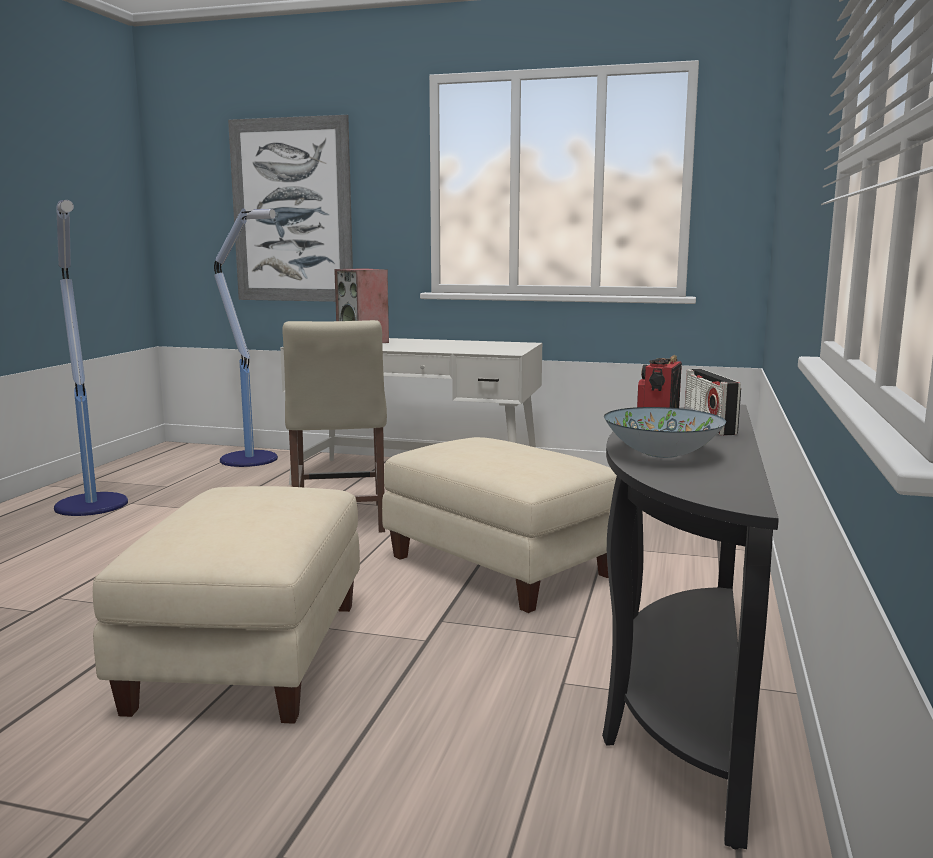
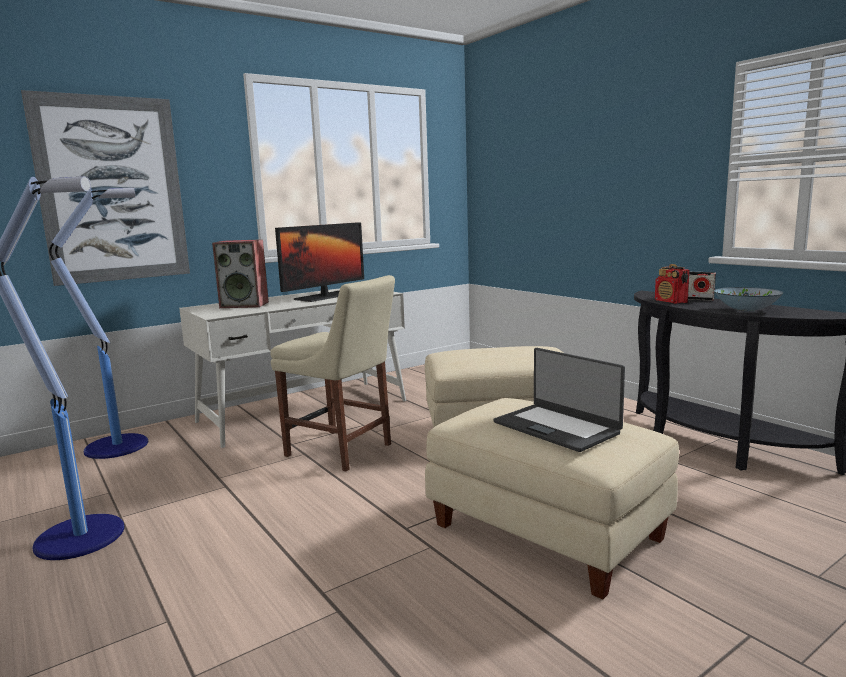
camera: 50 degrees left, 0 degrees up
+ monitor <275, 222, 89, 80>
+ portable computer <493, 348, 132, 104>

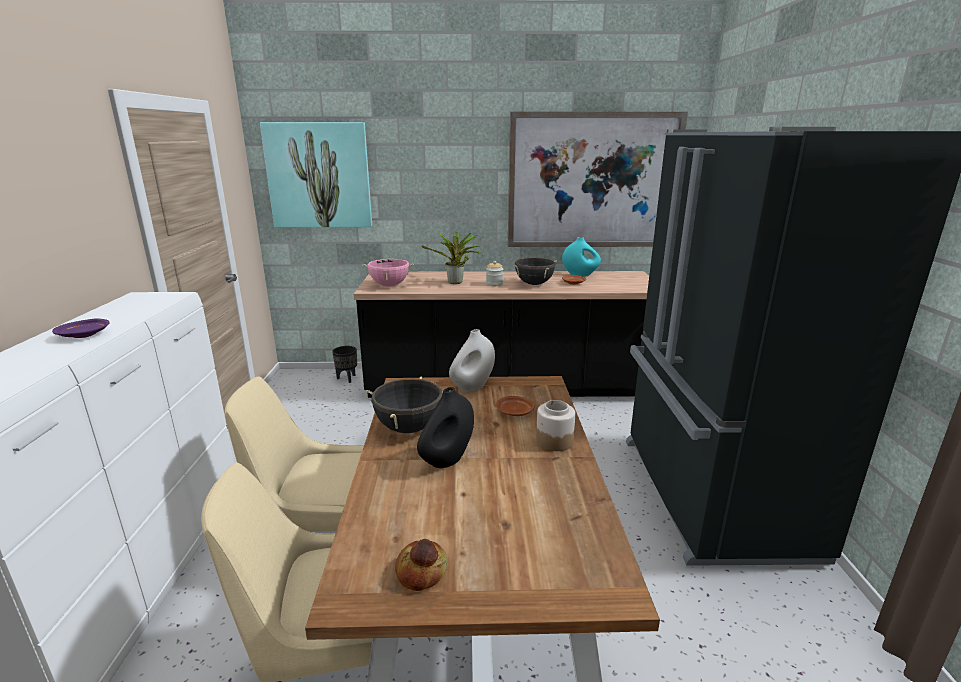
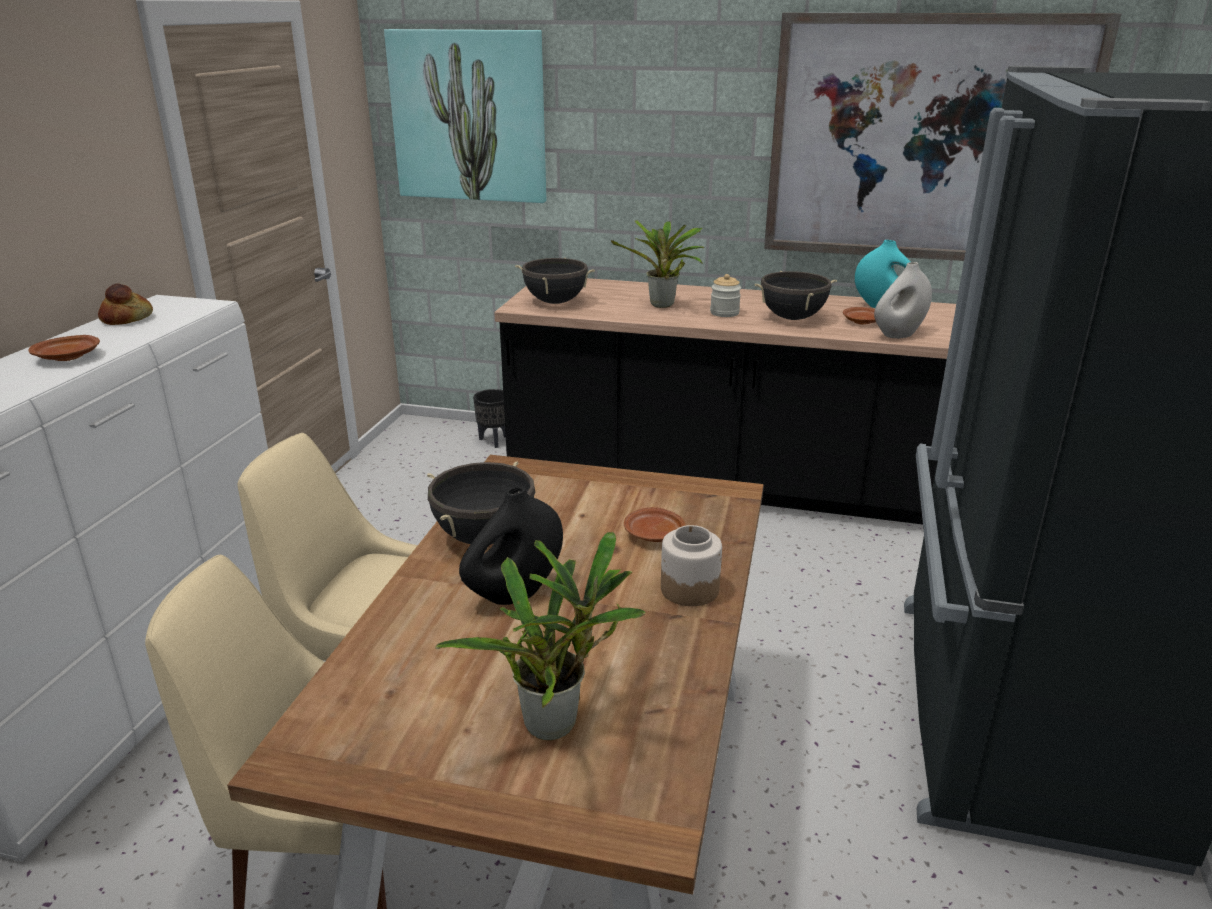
camera: 15 degrees right, 5 degrees up
~ pinkish stockpot <363, 259, 51, 27> to black-coloured stockpot <515, 257, 80, 47>
~ purple-coloured flat dish <52, 318, 58, 20> to brown-coloured flat dish <29, 335, 71, 26>
~ whitish decorative vase <449, 329, 46, 63> to <874, 262, 58, 77>
~ bakery bread <395, 539, 52, 52> to <98, 283, 55, 42>
+ potted plant <435, 532, 210, 208>

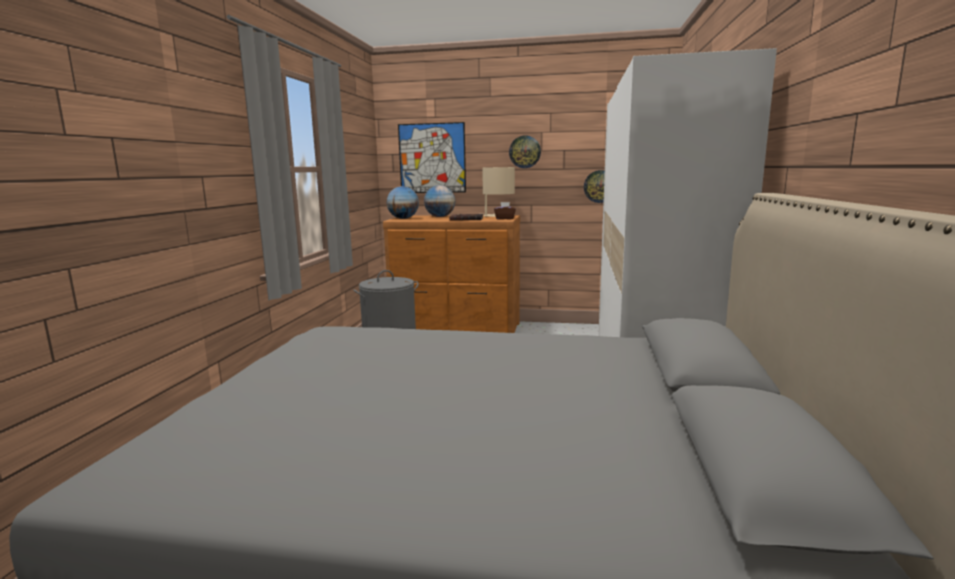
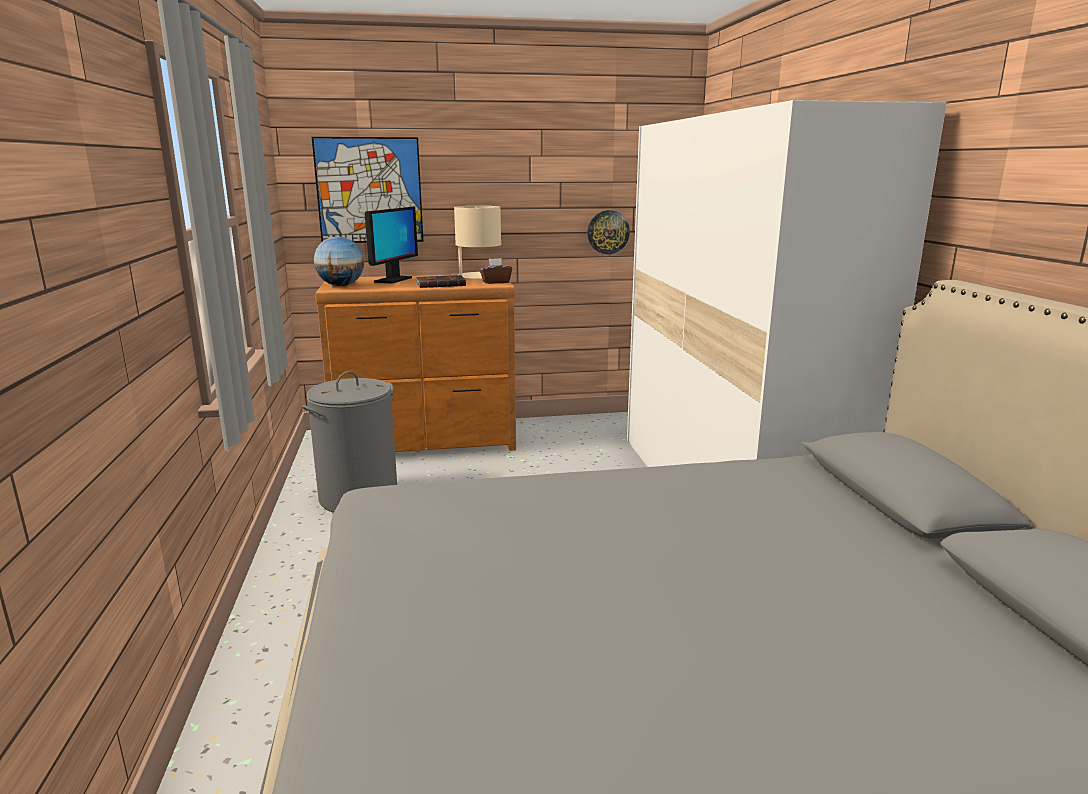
camera: 20 degrees left, 5 degrees up
- clock on the wall <509, 135, 32, 33>
~ world globe <424, 185, 31, 32> to monitor <365, 207, 53, 77>

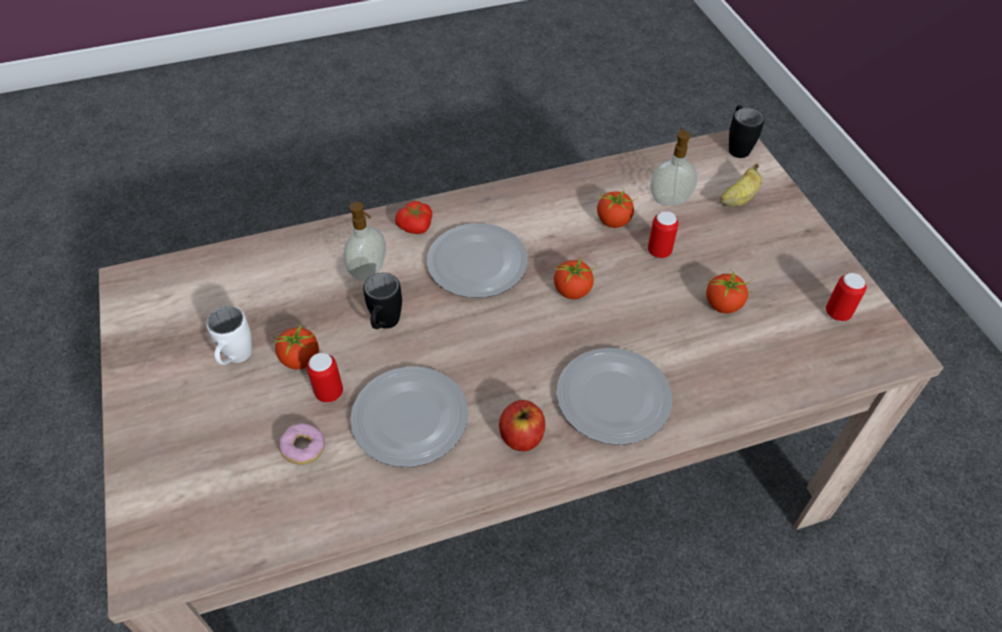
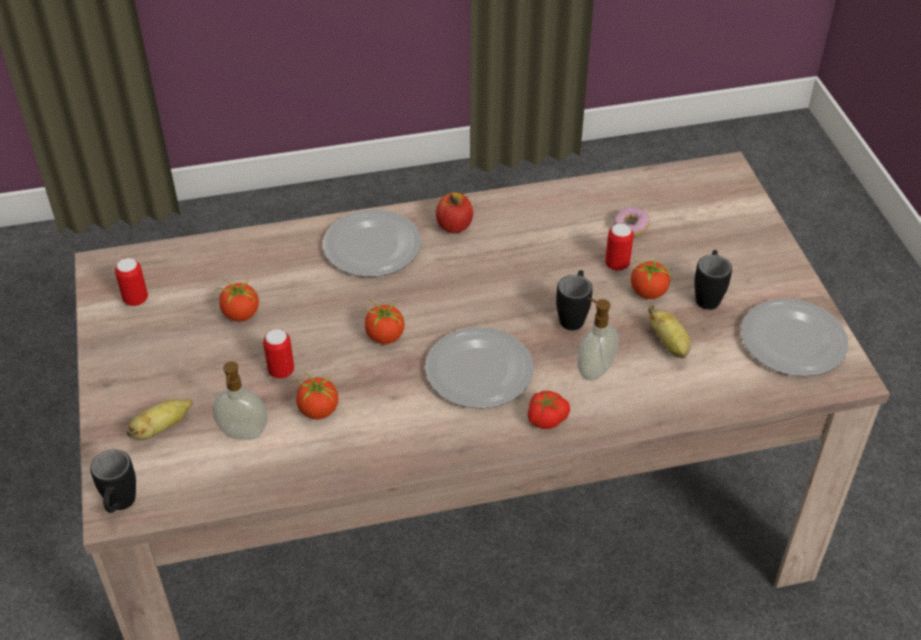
camera: 175 degrees left, 5 degrees down
~ whitish coffee mug <206, 306, 46, 59> to black-coloured coffee mug <694, 250, 38, 60>
~ flat dish <350, 367, 118, 100> to <741, 298, 108, 79>
+ banana <648, 305, 43, 54>

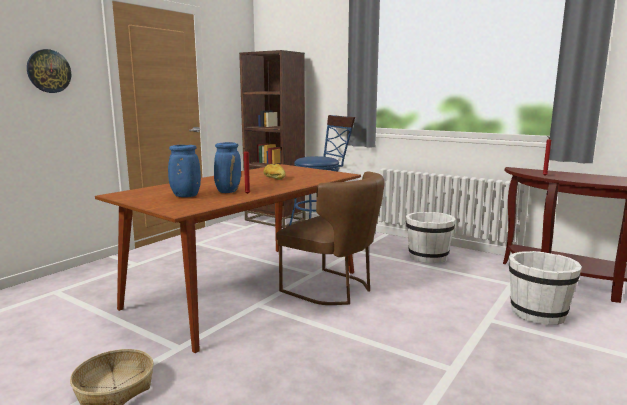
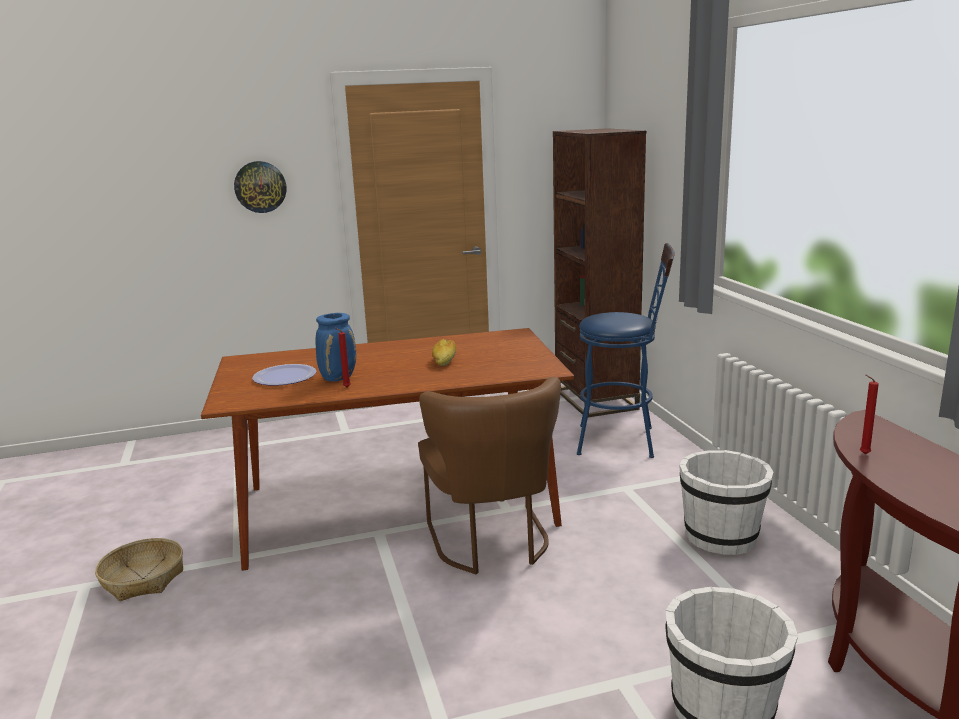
camera: 40 degrees right, 5 degrees up
~ bluish decorative vase <168, 145, 33, 52> to flat dish <252, 364, 64, 22>

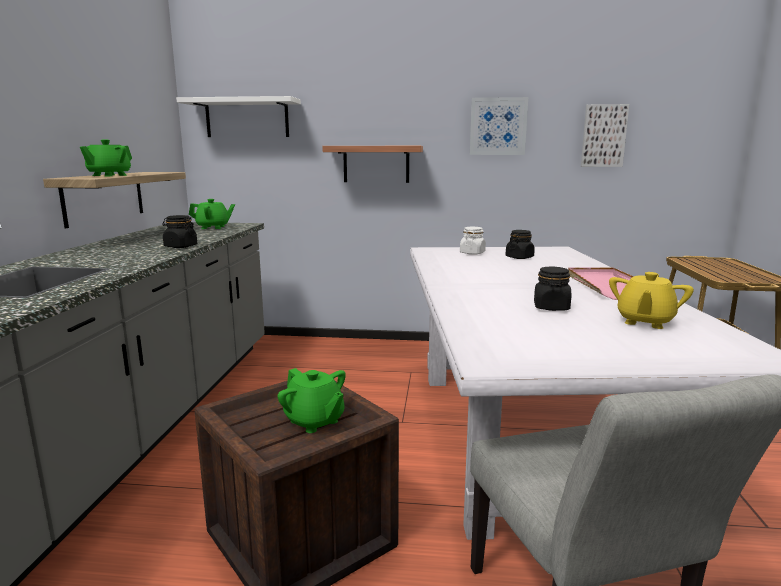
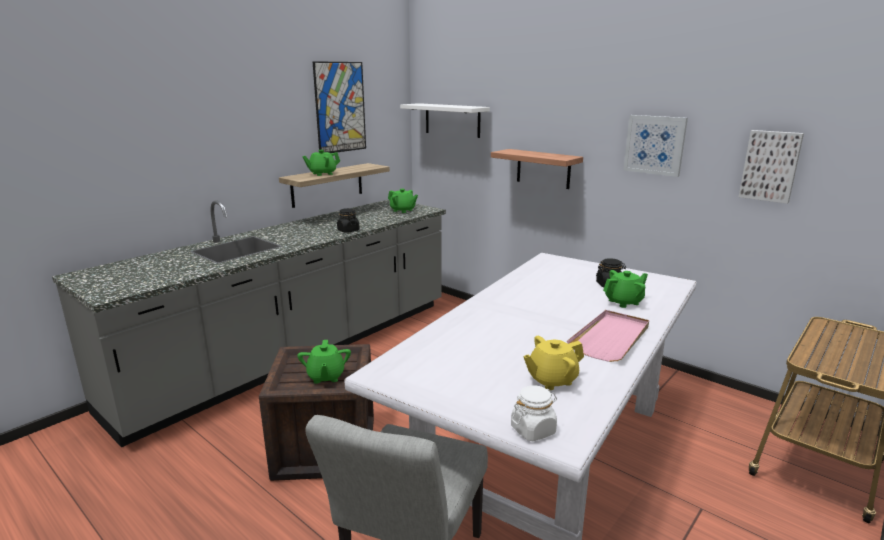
camera: 35 degrees right, 5 degrees up
~ whitish storage jar <460, 227, 26, 28> to <511, 385, 46, 56>
- black-coloured storage jar <534, 267, 38, 44>
+ picture <312, 61, 54, 92>
+ green tea pot <603, 270, 45, 38>

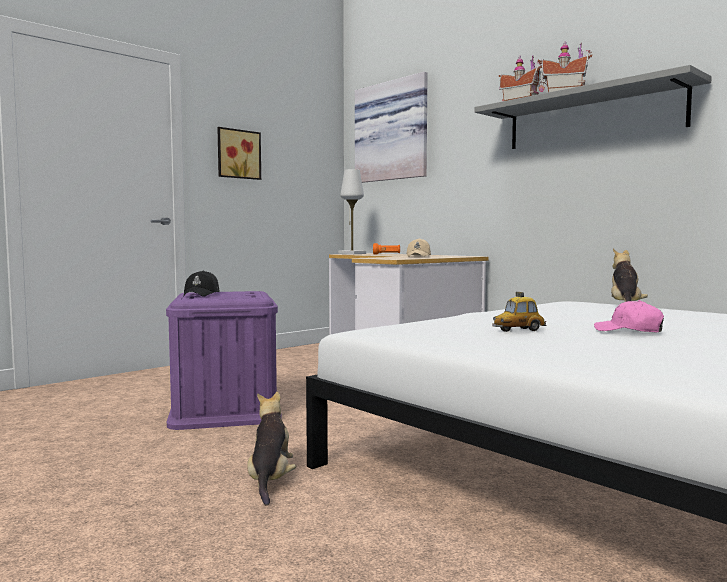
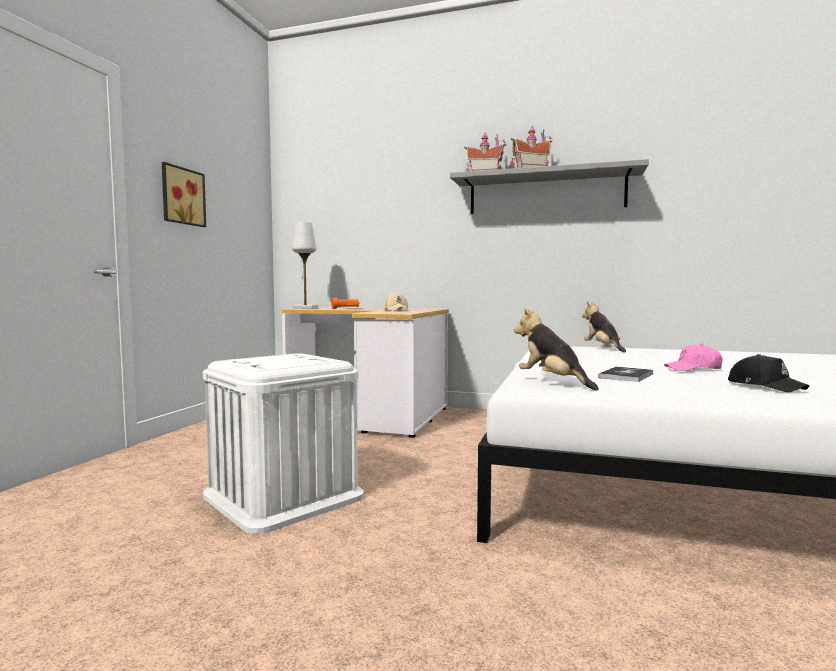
camera: 30 degrees left, 0 degrees up
- picture <355, 72, 73, 111>
~ black-coloured baseball cap <184, 271, 36, 26> to <728, 354, 81, 38>
~ purple-coloured storage bin <166, 291, 116, 139> to whitish storage bin <203, 353, 161, 181>
~ miniature car <493, 292, 54, 40> to book <598, 367, 55, 15>
~ plush toy <247, 392, 49, 114> to <514, 309, 85, 82>

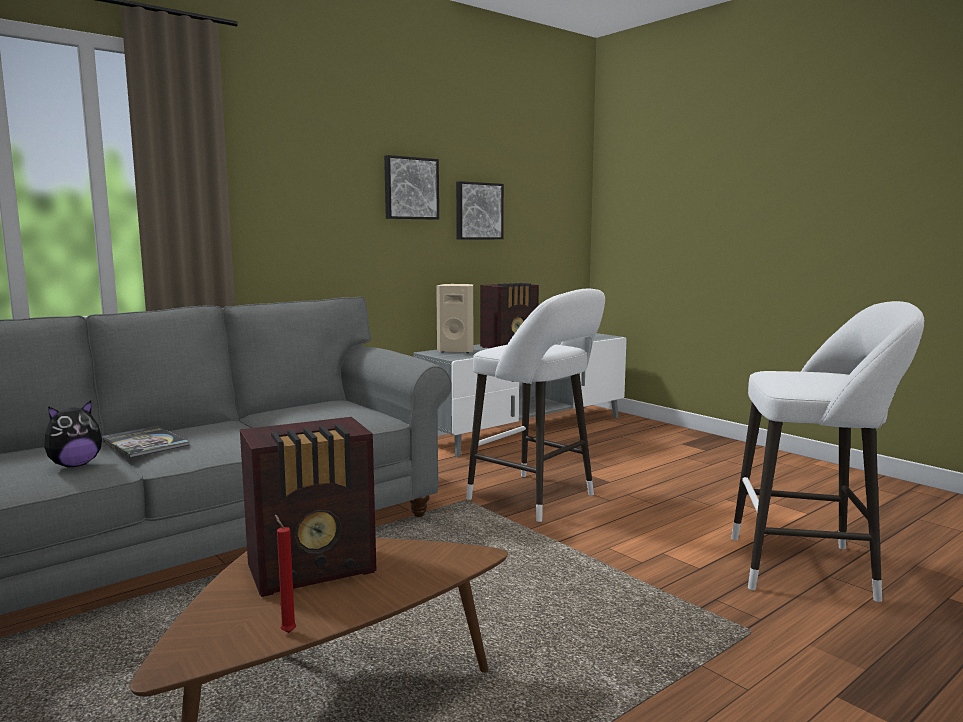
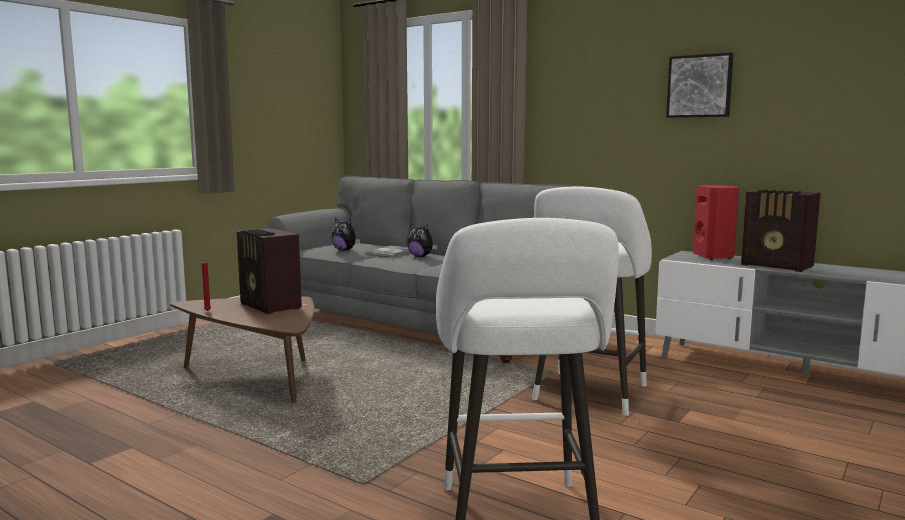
camera: 75 degrees right, 0 degrees up
- picture <456, 181, 48, 59>
~ beige speaker <436, 284, 37, 69> to red-coloured speaker <693, 185, 46, 75>
+ plush toy <407, 223, 30, 34>

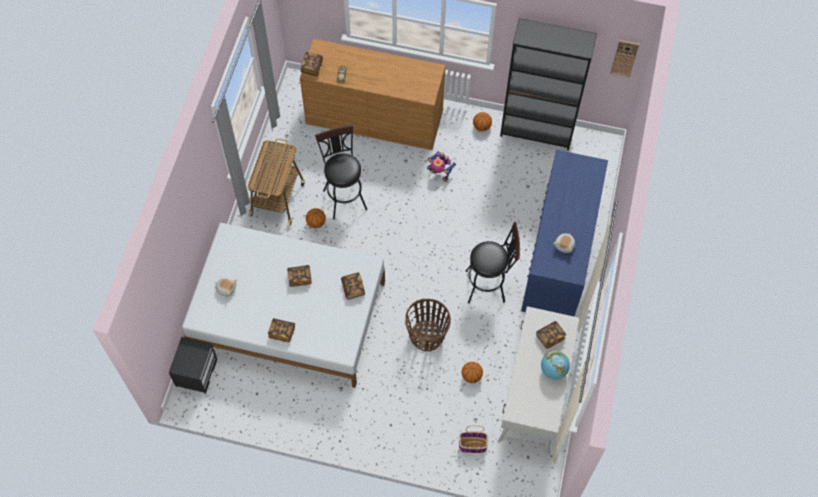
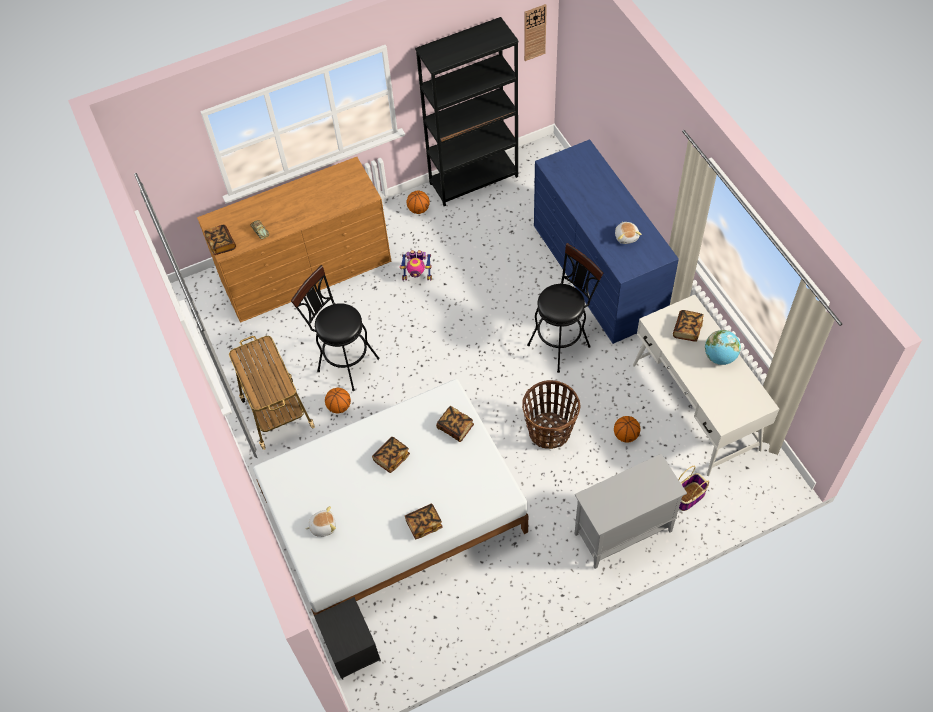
camera: 35 degrees left, 5 degrees down
+ grey cupboard <574, 454, 113, 115>

